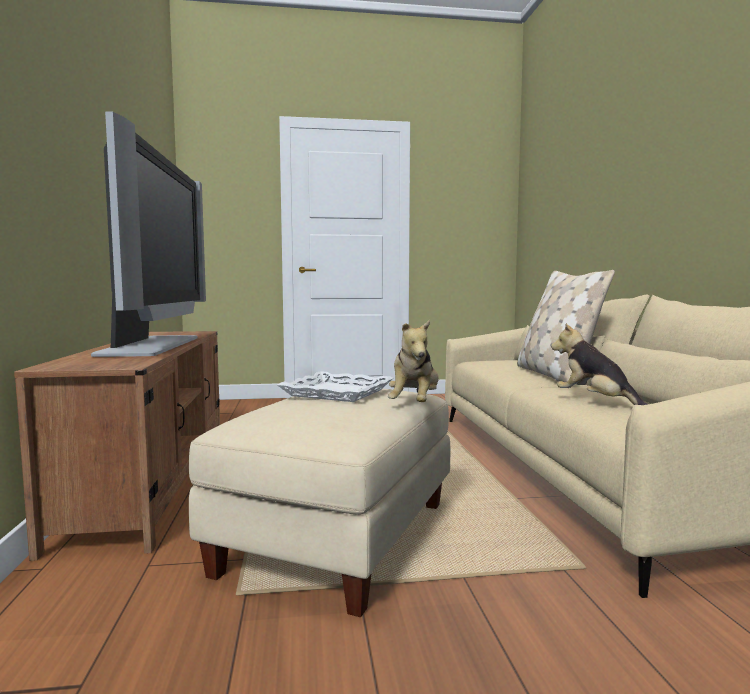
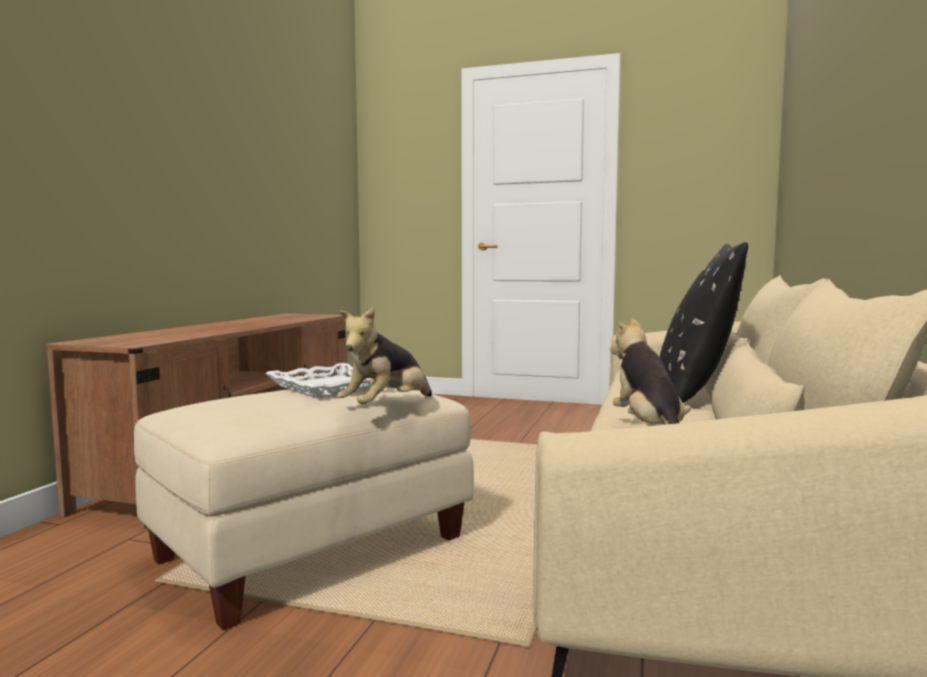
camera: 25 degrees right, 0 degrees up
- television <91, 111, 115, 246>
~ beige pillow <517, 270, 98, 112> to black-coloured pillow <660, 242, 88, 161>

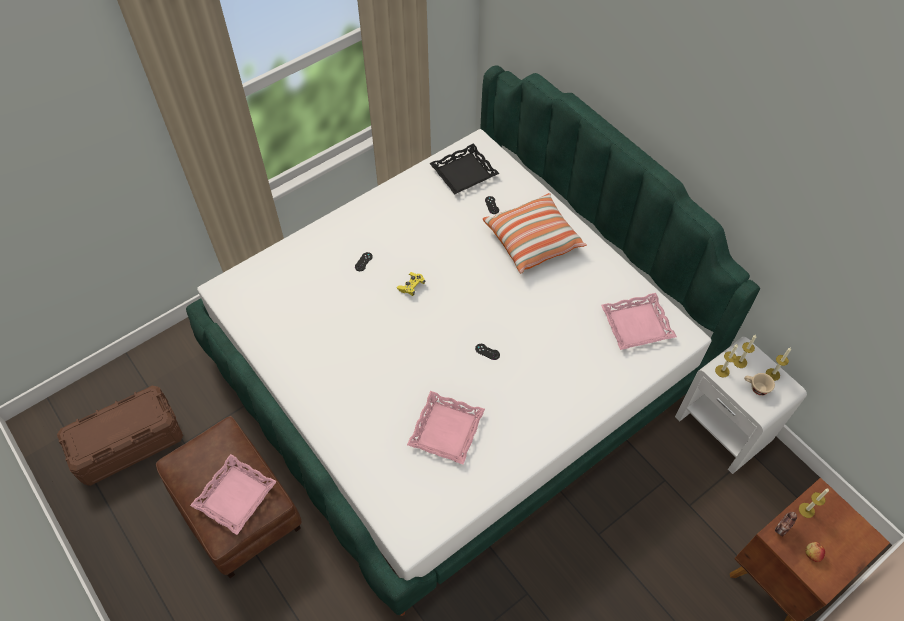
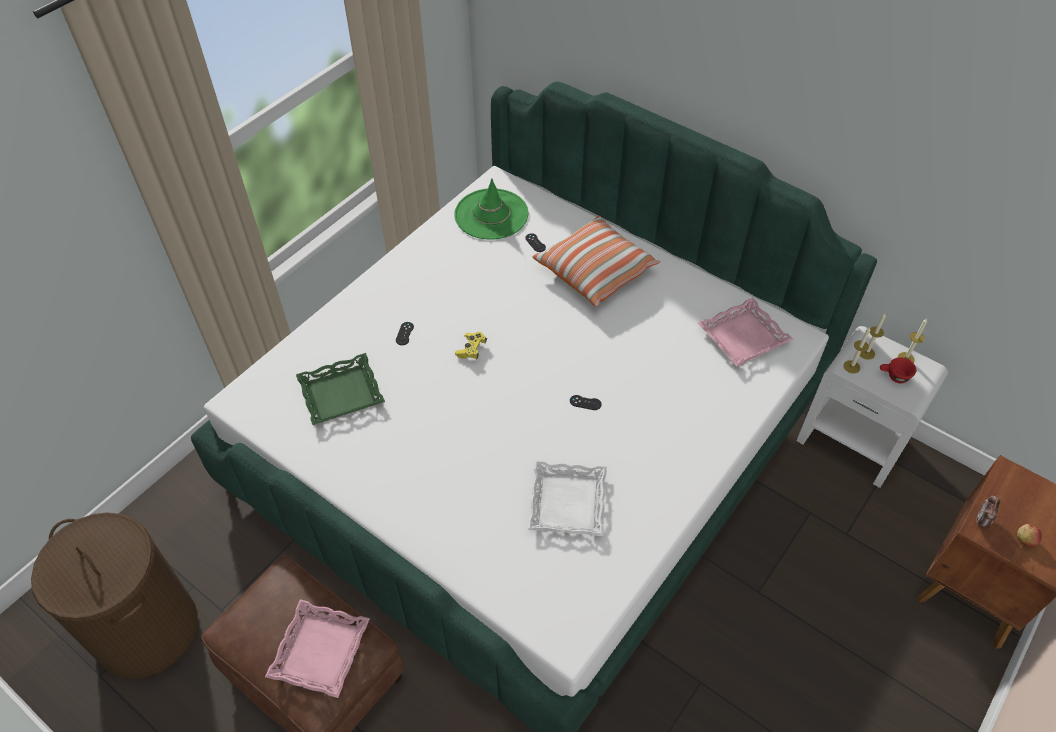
camera: 15 degrees left, 5 degrees down
~ black-coloured serving tray <429, 143, 70, 52> to green hat <454, 179, 74, 61>
~ beige small cup <744, 373, 31, 23> to red-coloured small cup <880, 357, 36, 26>
~ brown-coloured storage bin <57, 386, 126, 100> to brown-coloured laundry basket <31, 512, 167, 167>
~ pinkish serving tray <407, 391, 78, 73> to whitish serving tray <528, 460, 79, 76>
- candle <799, 489, 30, 29>
+ green serving tray <296, 353, 89, 72>

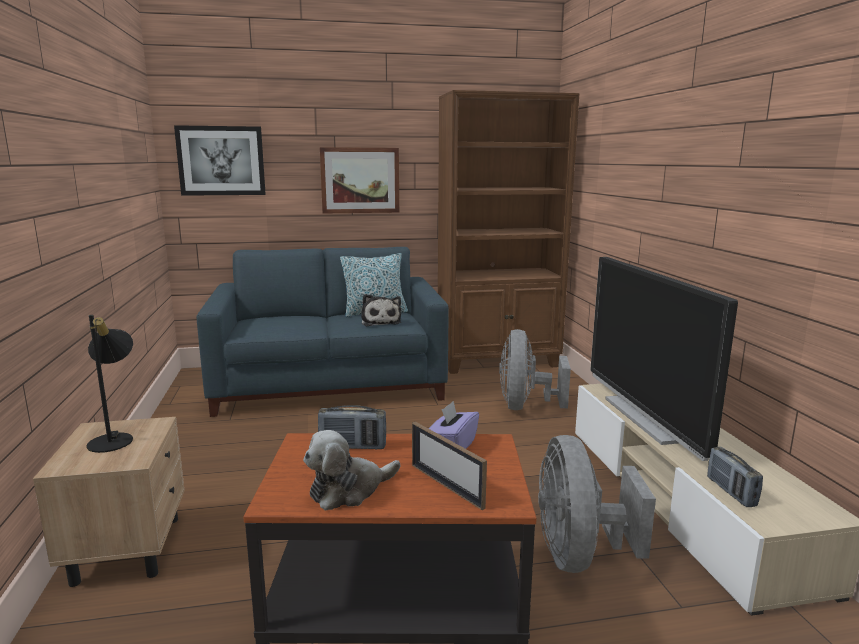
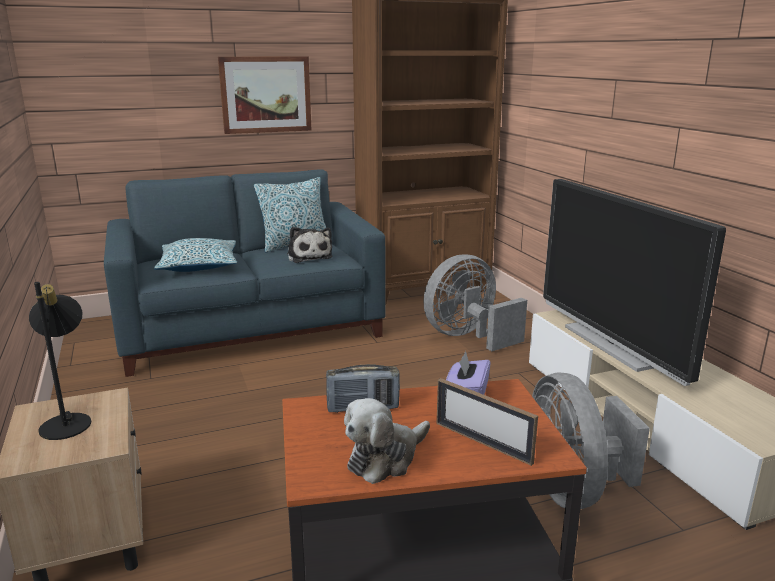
camera: 10 degrees left, 5 degrees up
- picture <174, 125, 92, 71>
~ grey cooling fan <499, 329, 72, 81> = <423, 254, 104, 97> 60 degrees clockwise
- radio set <707, 447, 56, 60>
+ pillow <154, 238, 83, 34>

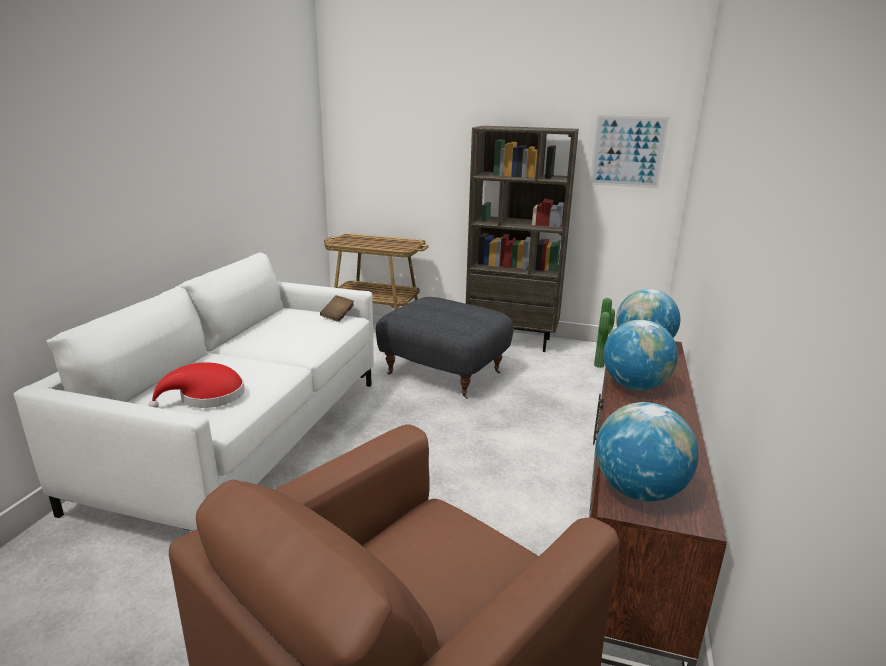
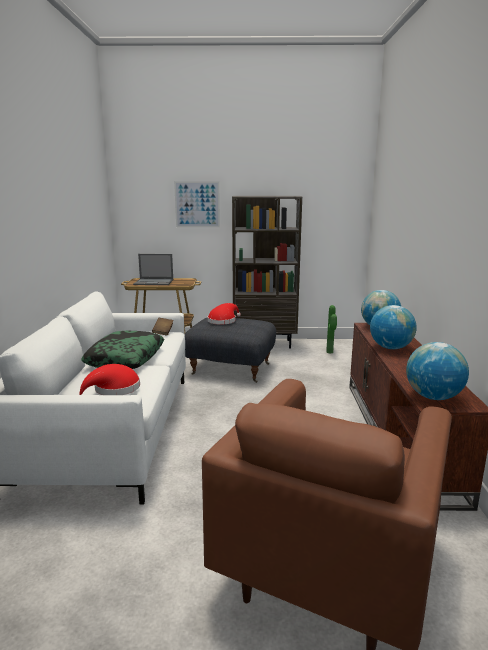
camera: 15 degrees left, 5 degrees down
~ picture <590, 115, 79, 73> to <174, 182, 46, 45>
+ portable computer <133, 254, 40, 31>
+ red-coloured hat <208, 303, 33, 22>
+ pillow <81, 331, 83, 38>

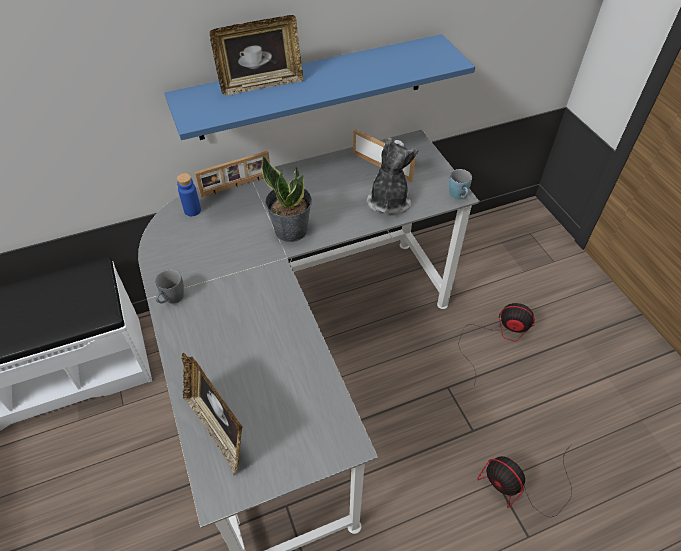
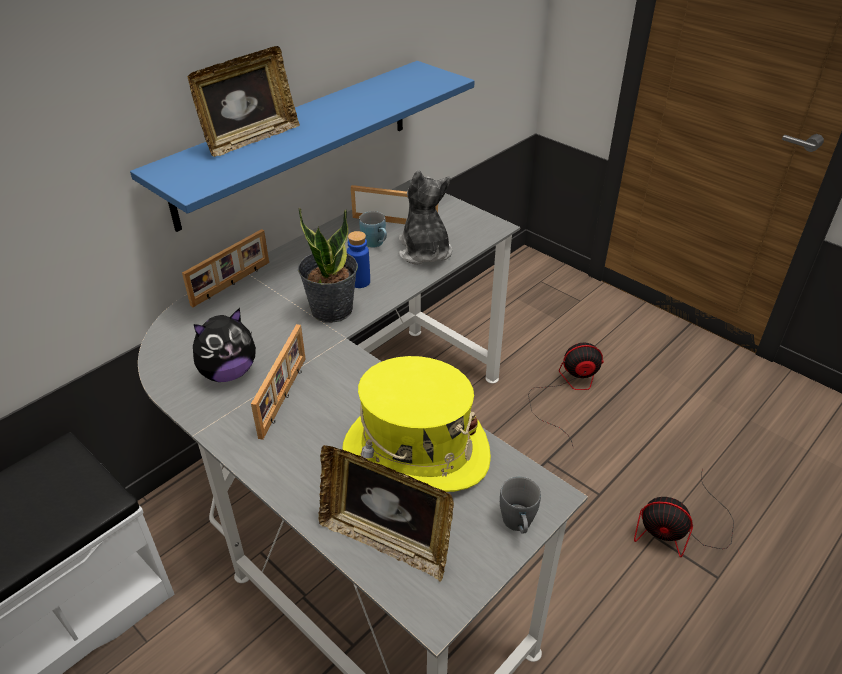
camera: 25 degrees left, 10 degrees down
~ bluish coffee mug <449, 169, 23, 30> to <359, 211, 28, 37>
~ bluish beverage bottle <177, 173, 24, 43> to <347, 231, 23, 57>
~ grey coffee mug <155, 269, 29, 35> to <500, 476, 41, 58>
+ plush toy <193, 308, 63, 74>
+ standing frame <251, 324, 55, 116>
+ yellow-coloured hat <342, 356, 149, 136>

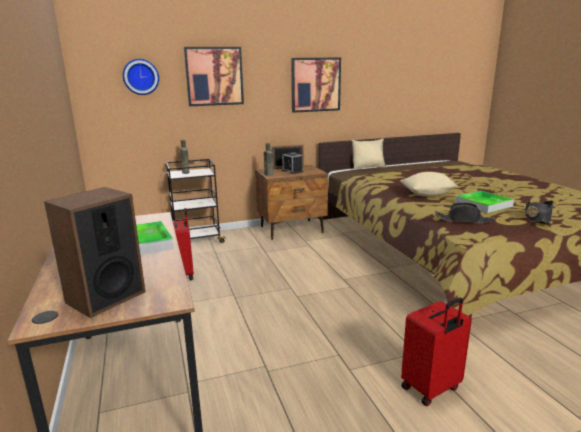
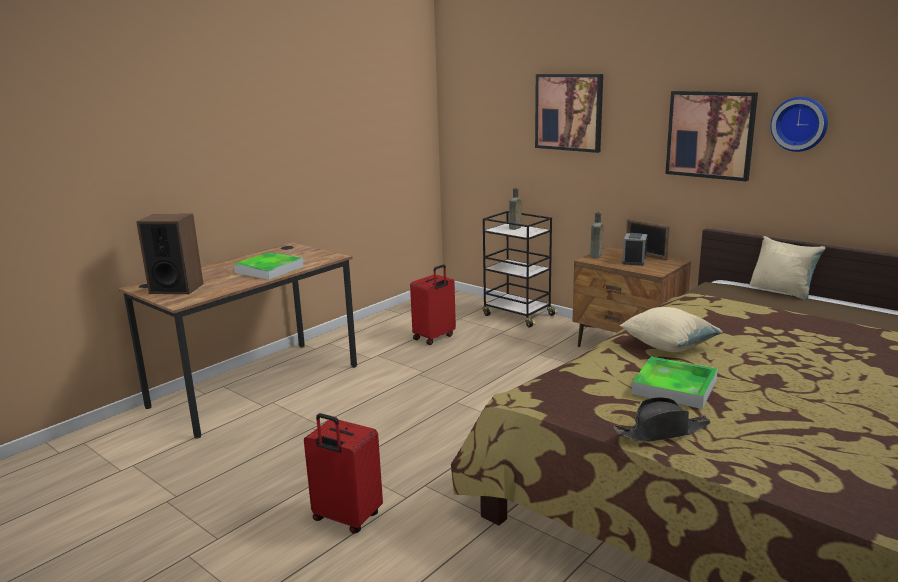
camera: 60 degrees right, 0 degrees up
~ clock on the wall <123, 59, 36, 36> to <770, 97, 58, 55>
- black-coloured hat <435, 202, 61, 21>

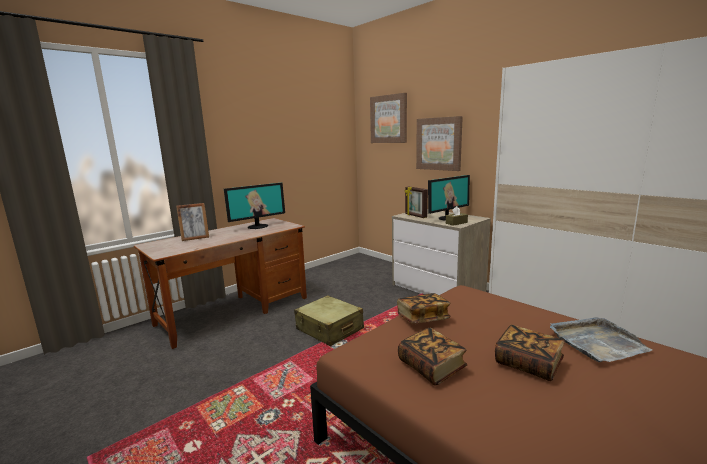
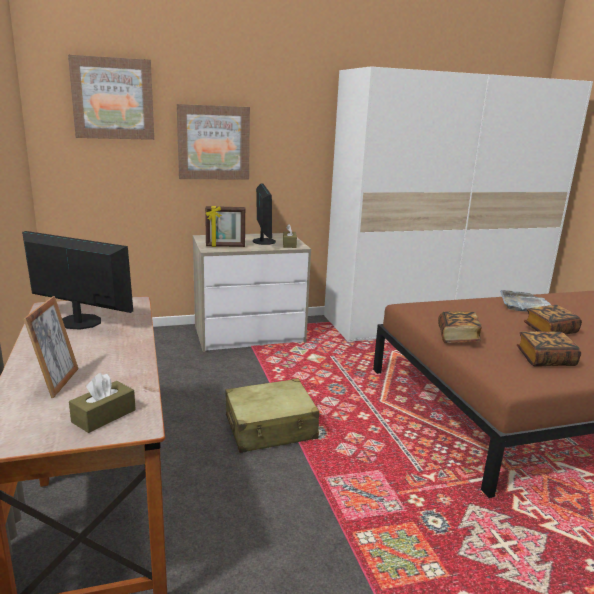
camera: 65 degrees left, 5 degrees up
~ monitor <224, 182, 61, 47> = <22, 231, 111, 99> 60 degrees counterclockwise
+ brown-coloured tissue box <69, 373, 67, 60>

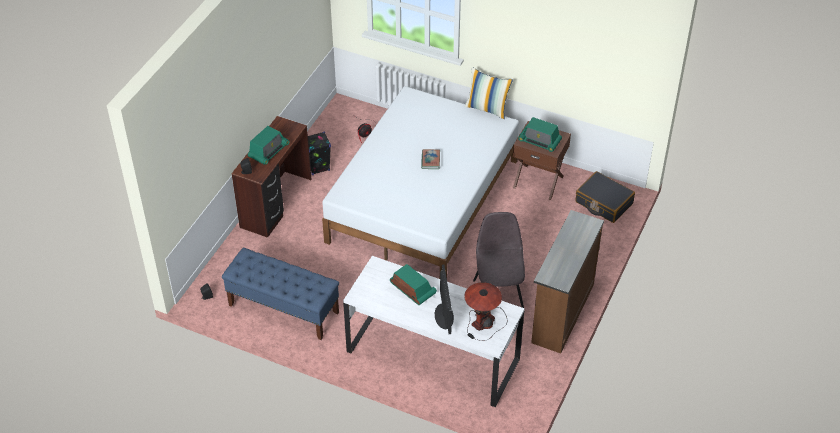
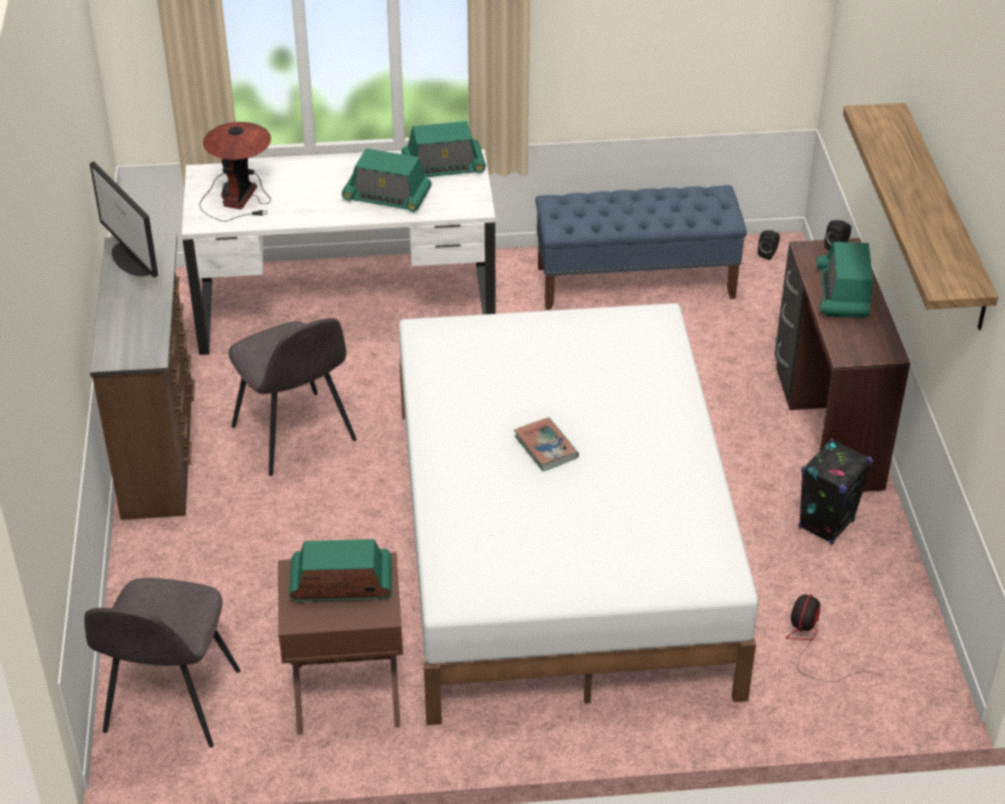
camera: 150 degrees right, 5 degrees down
- pillow <465, 67, 48, 52>
~ black-coloured piece of luggage <575, 171, 60, 52> to grey chair <84, 578, 156, 170>
~ monitor <435, 265, 19, 69> to <90, 161, 68, 116>
+ bracket shelf <843, 103, 155, 227>
+ radio set <401, 121, 85, 56>

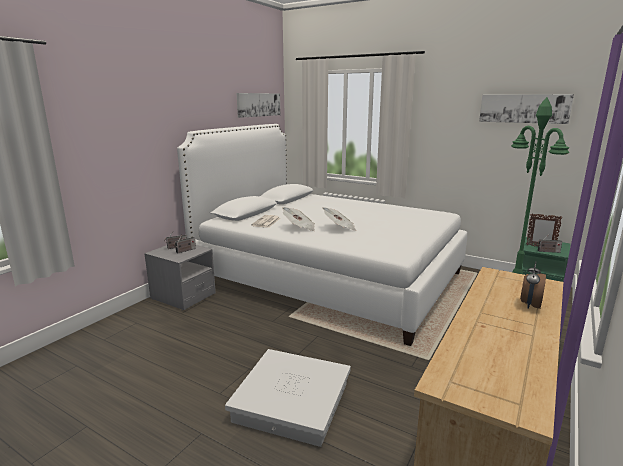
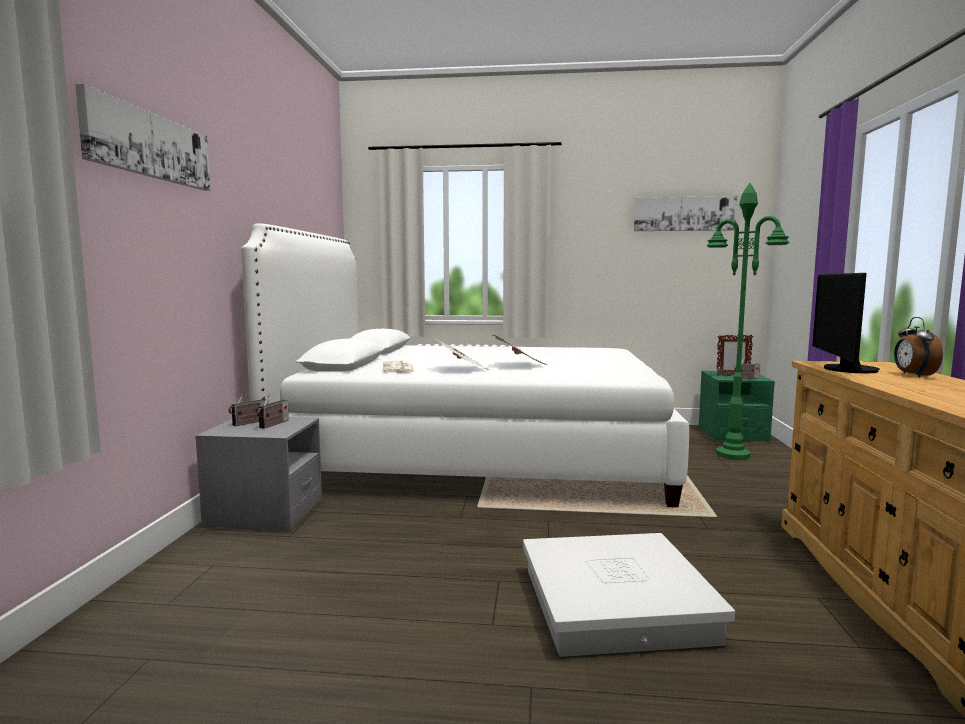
camera: 25 degrees left, 10 degrees down
~ picture <237, 93, 43, 25> to <75, 84, 135, 107>
+ monitor <812, 273, 68, 100>

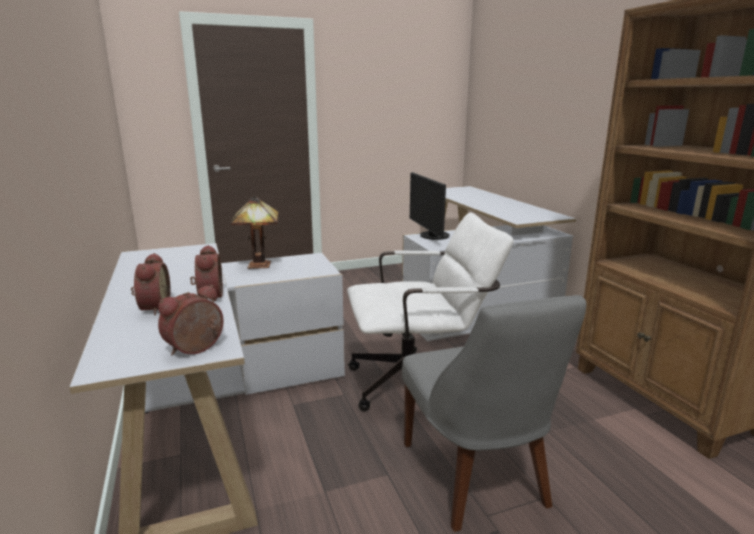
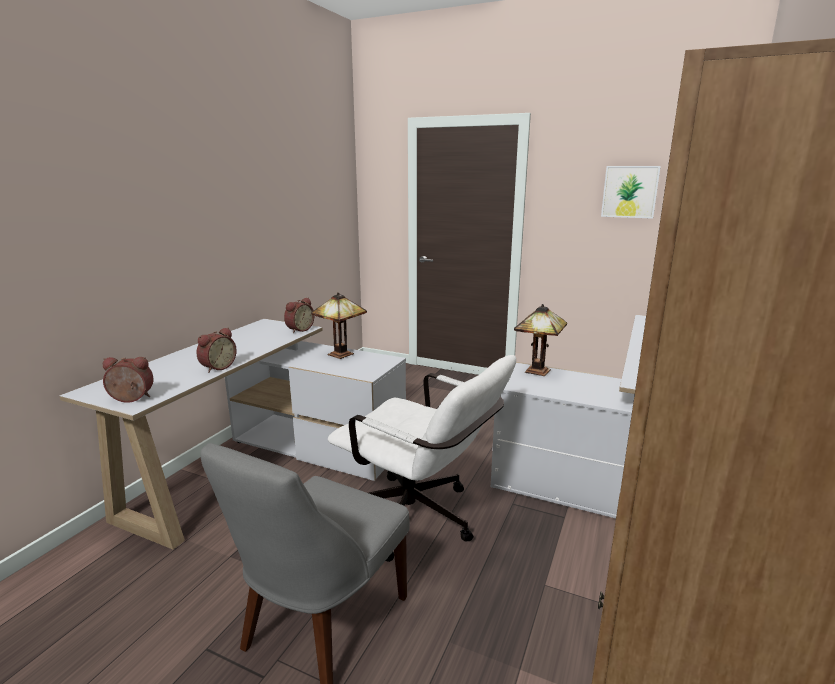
camera: 45 degrees right, 0 degrees up
~ monitor <410, 172, 40, 68> to table lamp <514, 304, 53, 72>
~ bedside clock <131, 253, 40, 62> to <284, 298, 30, 35>
+ picture <601, 166, 60, 53>

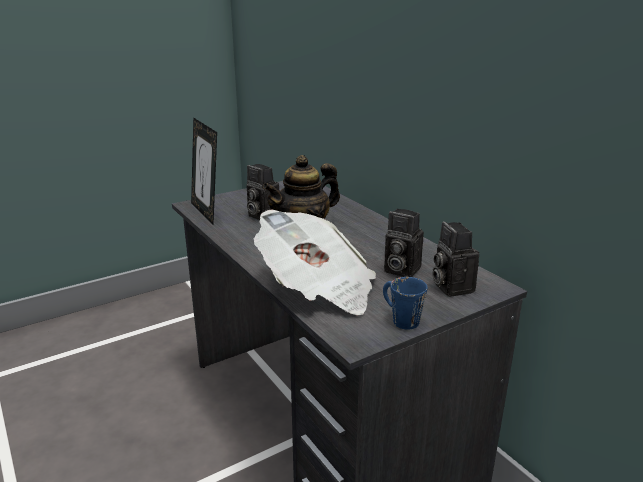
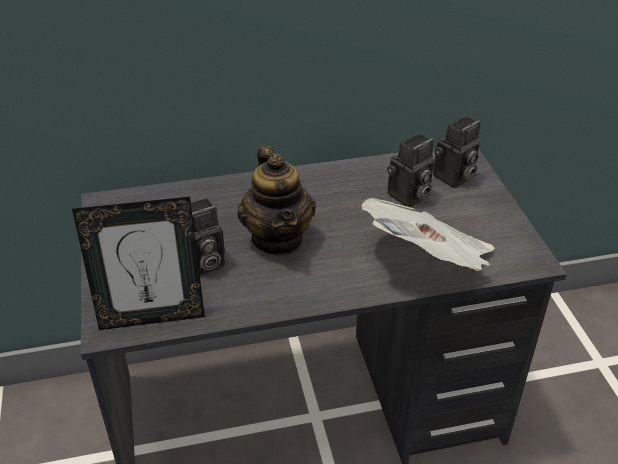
camera: 70 degrees left, 15 degrees up
~ still camera <432, 221, 47, 76> = <433, 116, 47, 72> 45 degrees counterclockwise
- bluish coffee mug <383, 277, 44, 53>

